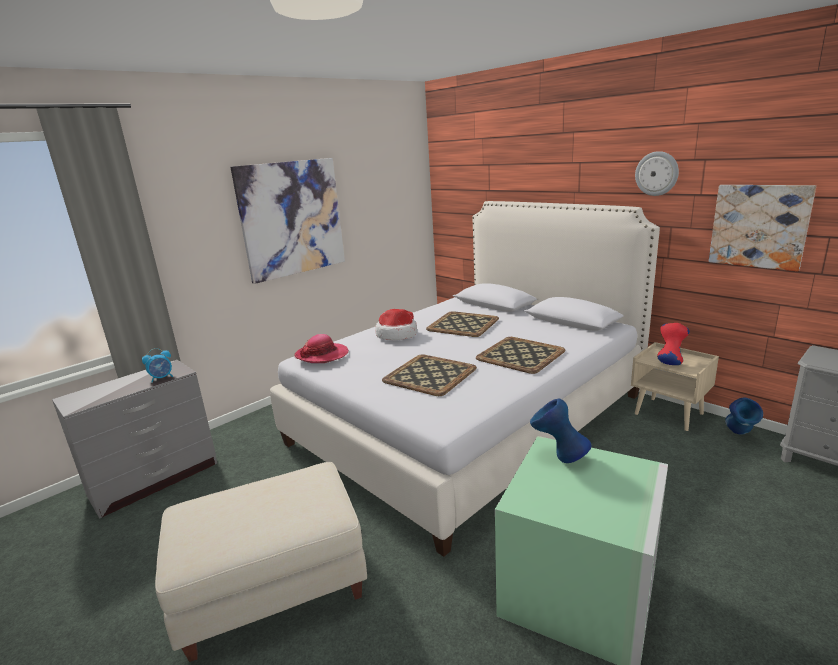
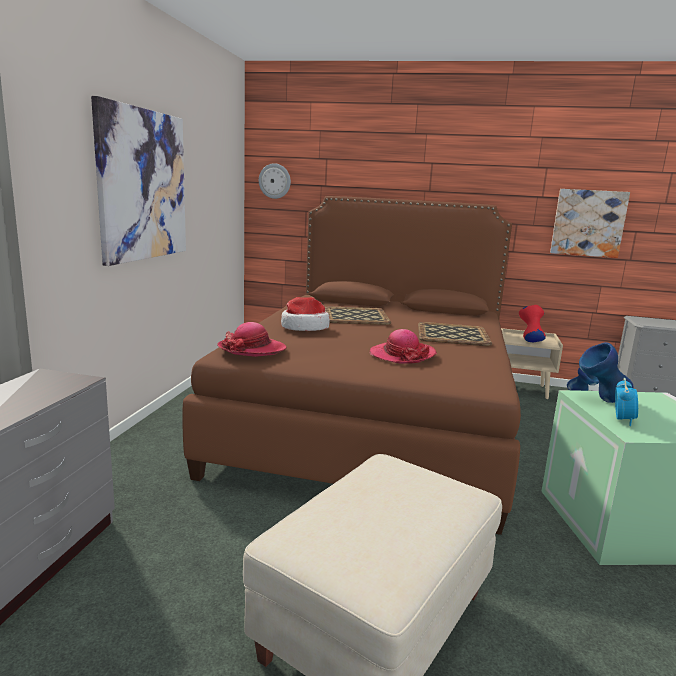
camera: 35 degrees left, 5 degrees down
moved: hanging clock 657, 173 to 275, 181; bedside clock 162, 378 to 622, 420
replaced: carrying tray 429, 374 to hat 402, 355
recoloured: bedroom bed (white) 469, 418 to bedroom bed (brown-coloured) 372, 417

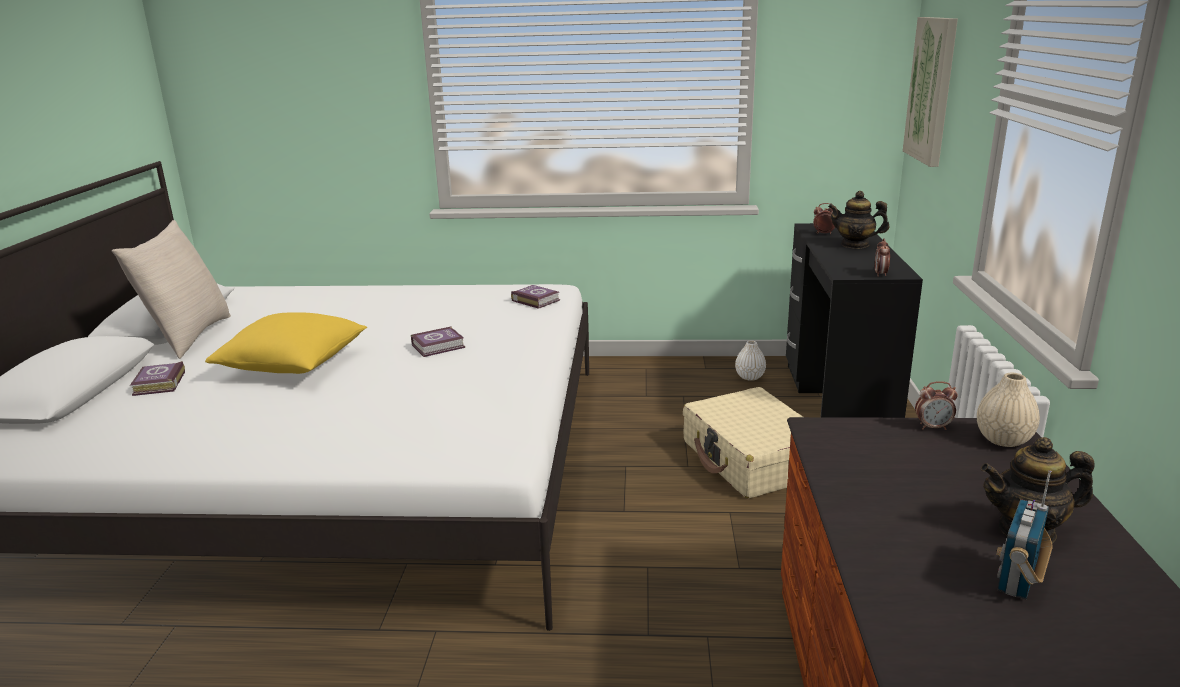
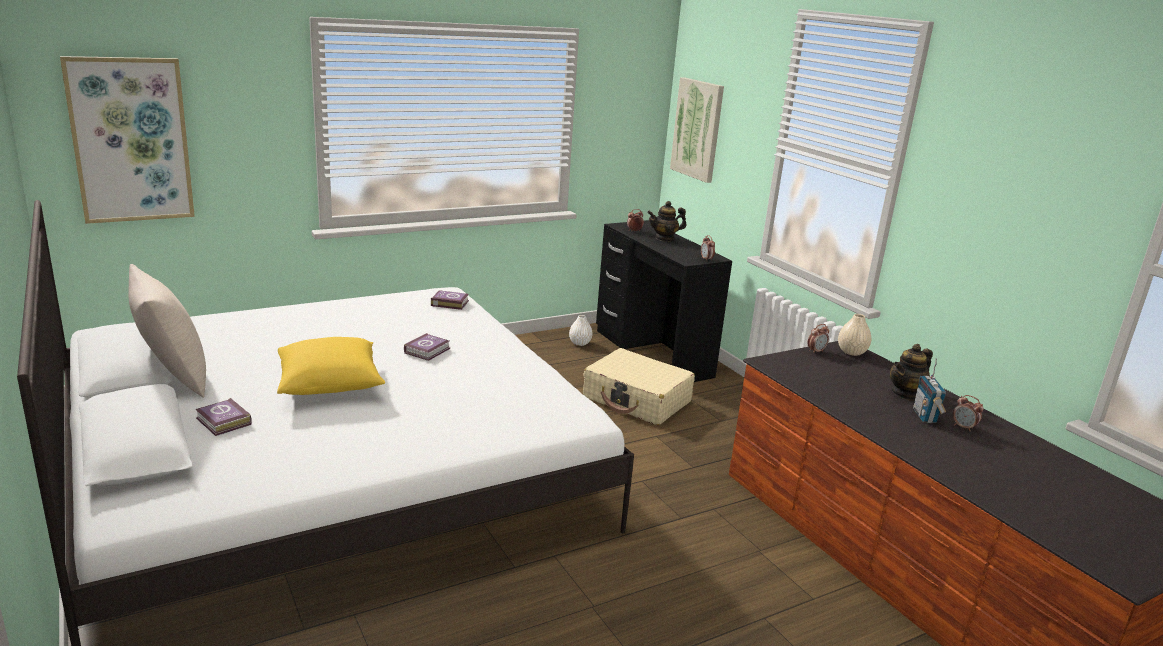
camera: 35 degrees left, 0 degrees up
added: wall art 131, 140; bedside clock 963, 427

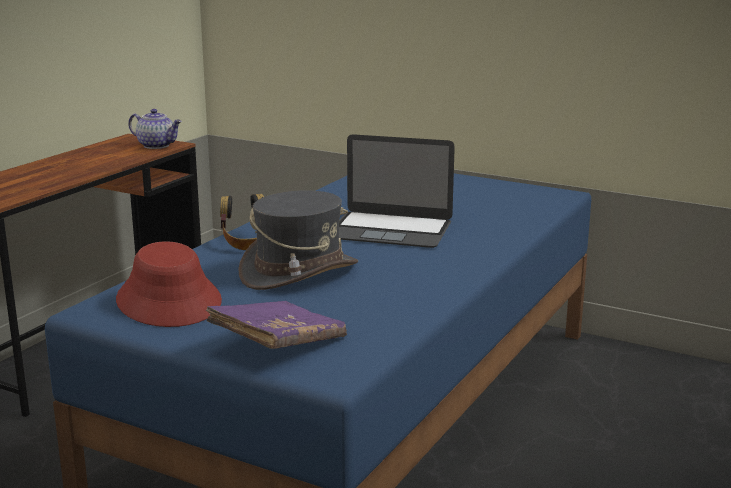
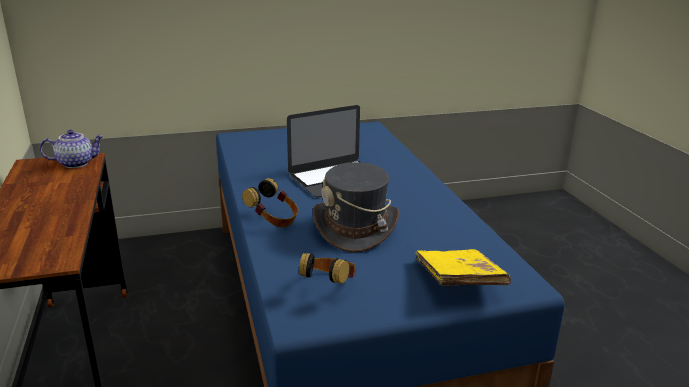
camera: 45 degrees left, 5 degrees up
replaced: hat (reddish) 169, 301 to pair of headphones 329, 286
recoloured: book (purplish) 278, 343 to book (yellow-coloured) 458, 282

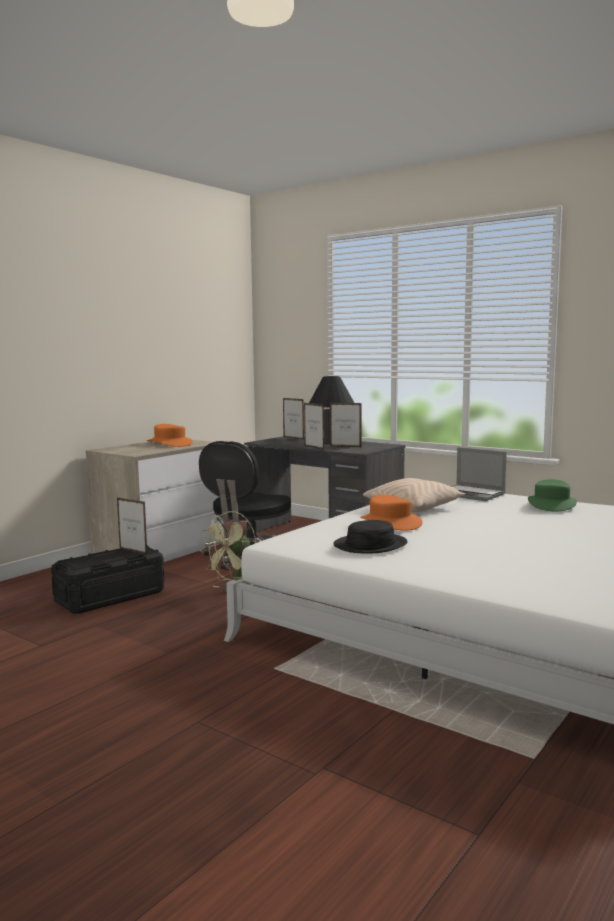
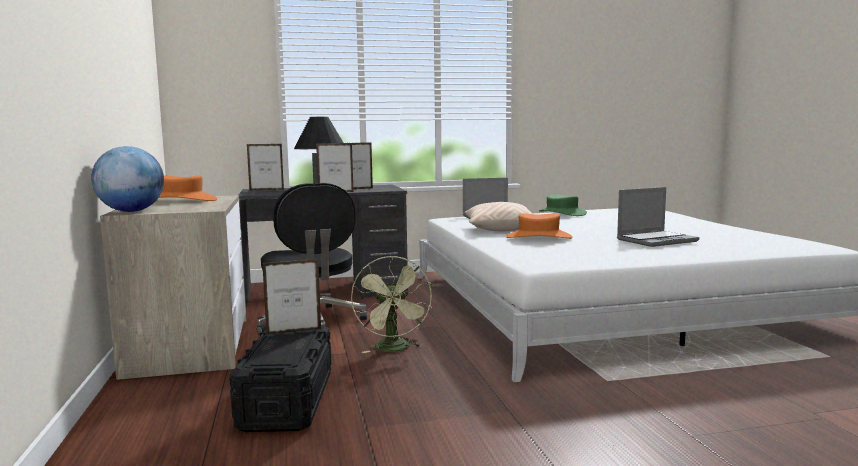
camera: 50 degrees left, 0 degrees up
removed: hat (black) 370, 545
added: globe 131, 211; laptop 656, 240

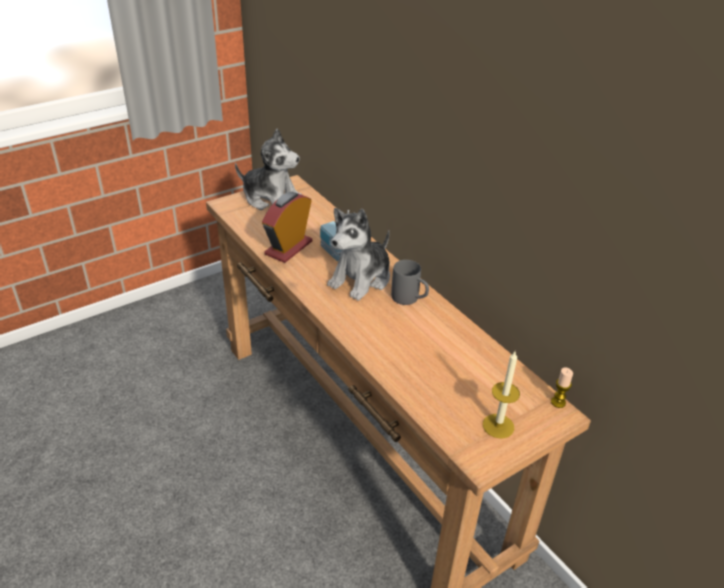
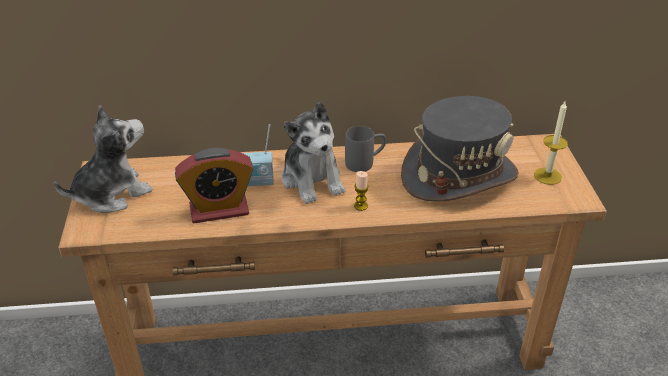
camera: 60 degrees left, 0 degrees up
added: hat (greyish) 458, 175
moved: wax candle 558, 402 to 360, 206
turned: bedside clock 288, 248 = 219, 210 75 degrees counterclockwise

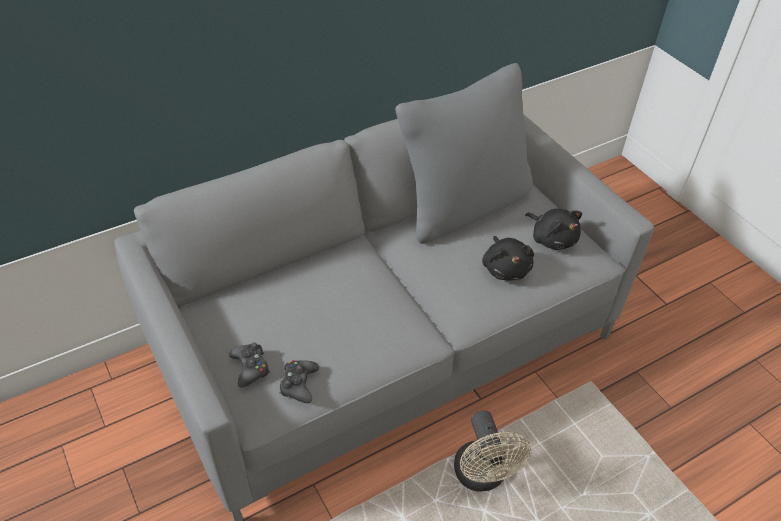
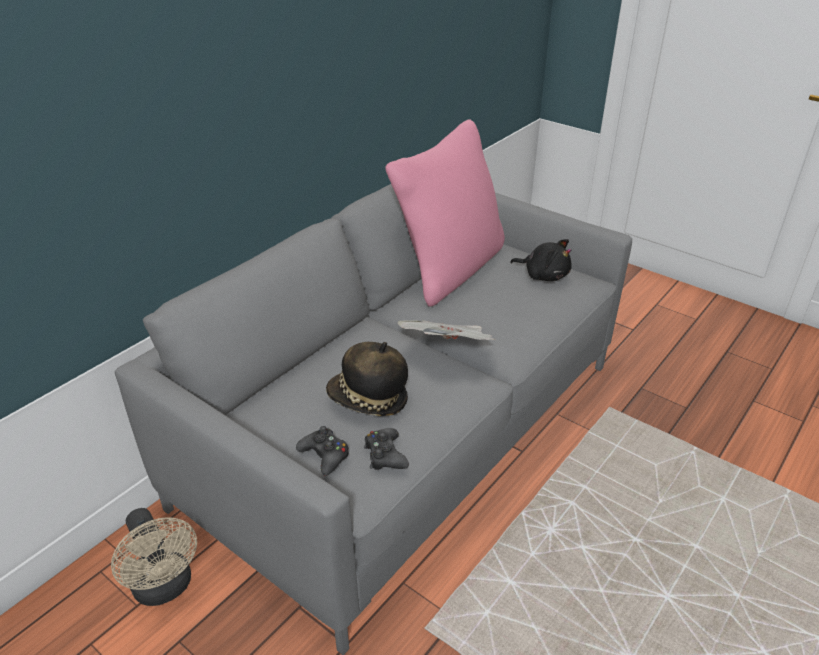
camera: 20 degrees left, 10 degrees down
removed: plush toy (black) 505, 268
added: daily paper 449, 350; hat 368, 400
moved: cooling fan (beige) 482, 477 to 165, 588
recoloured: cushion (greyish) 463, 206 to cushion (pink-coloured) 449, 269

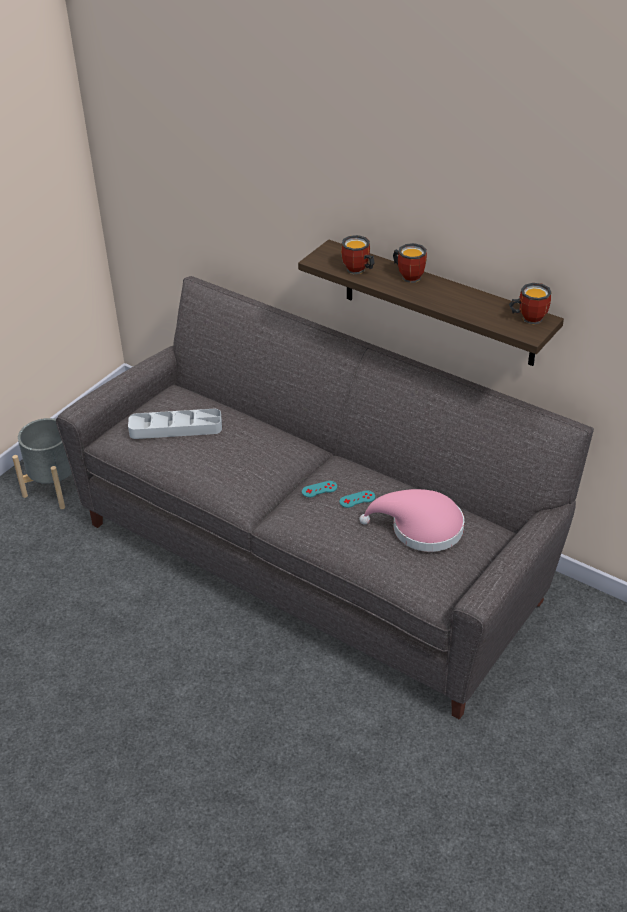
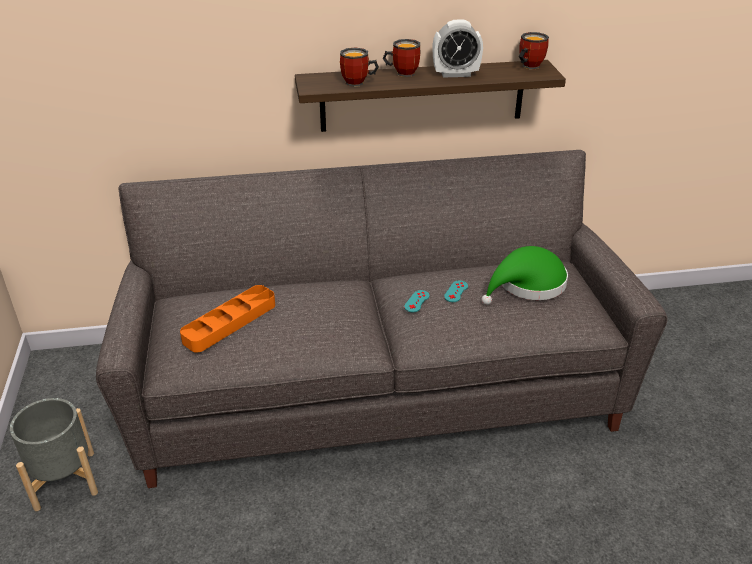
camera: 45 degrees left, 5 degrees down
added: bedside clock 455, 74
recoloured: carrying tray (greyish) 175, 428 to carrying tray (orange-coloured) 230, 322; hat (pink-coloured) 420, 528 to hat (green-coloured) 527, 285

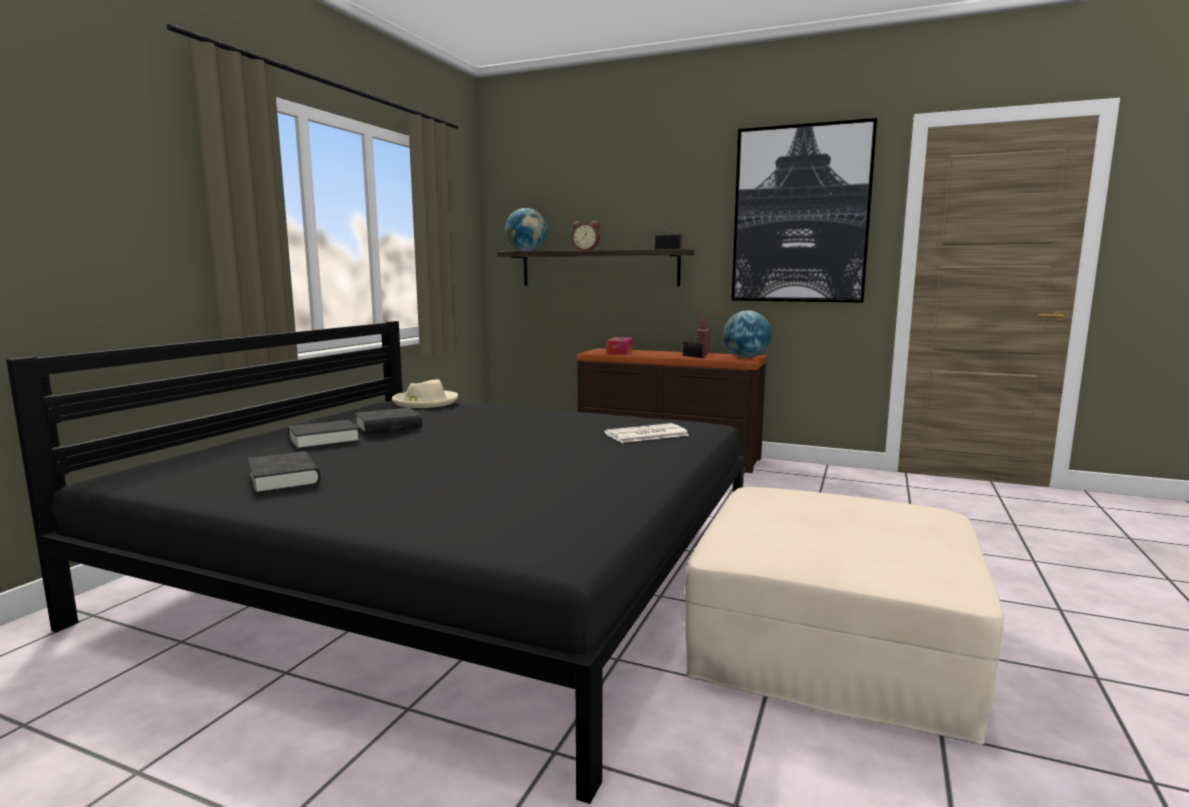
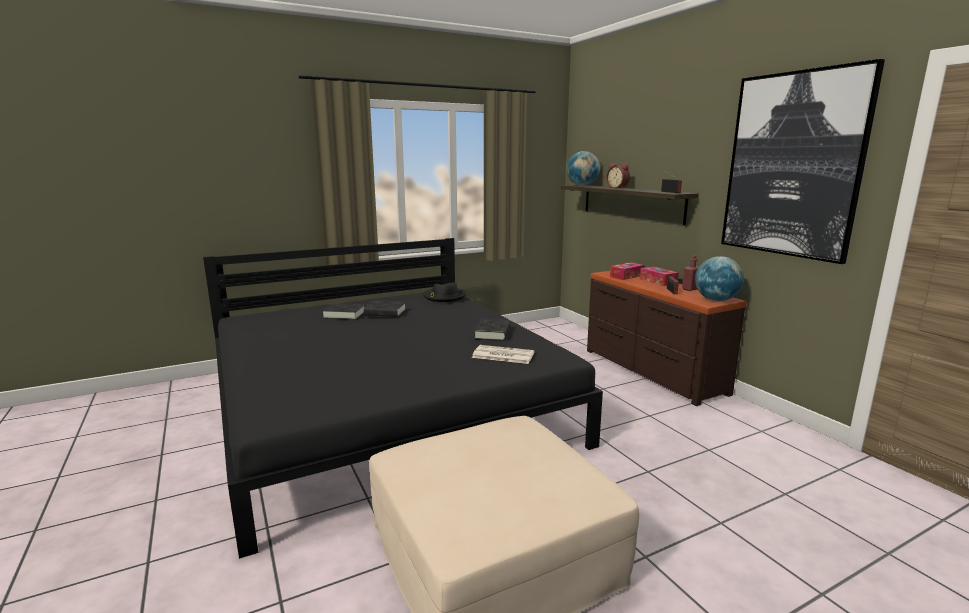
camera: 40 degrees right, 5 degrees up
added: box of tissues 658, 281
moved: book (black) 284, 479 to 492, 333
recoloured: hat (beige) 425, 402 to hat (black) 444, 297

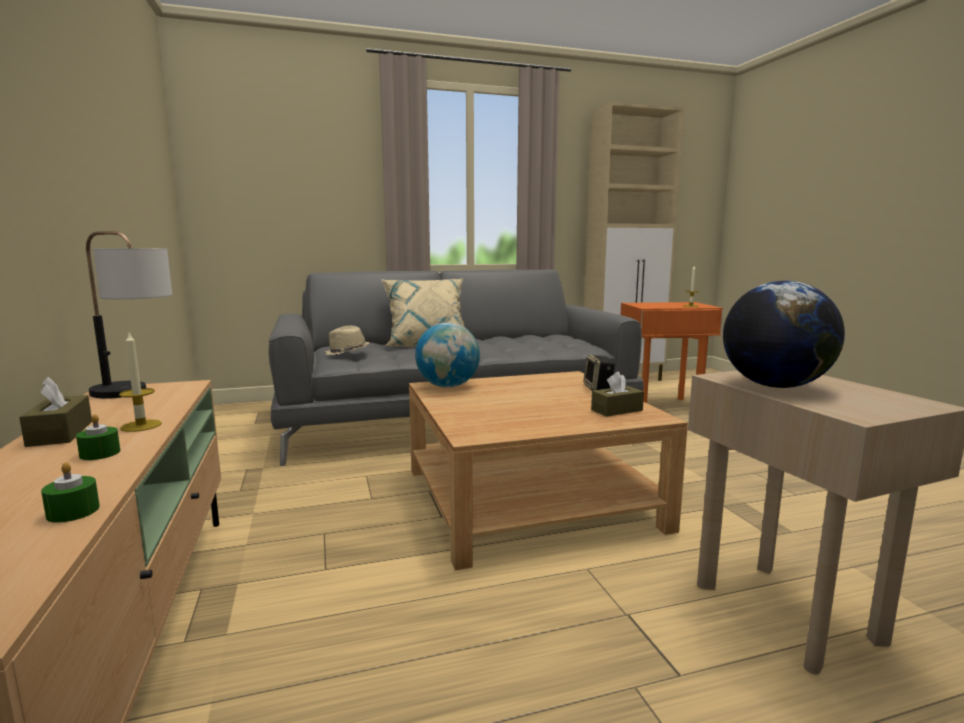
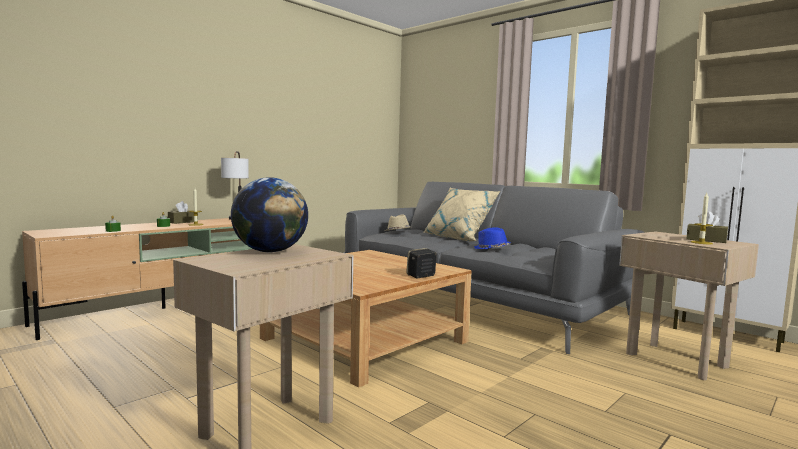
camera: 60 degrees right, 5 degrees down
removed: globe 448, 386
added: hat (blue-coloured) 491, 249
moved: box of tissues (brown-coloured) 616, 410 to 706, 240
recoloured: end table (orange-coloured) 663, 405 to end table (beige) 675, 360

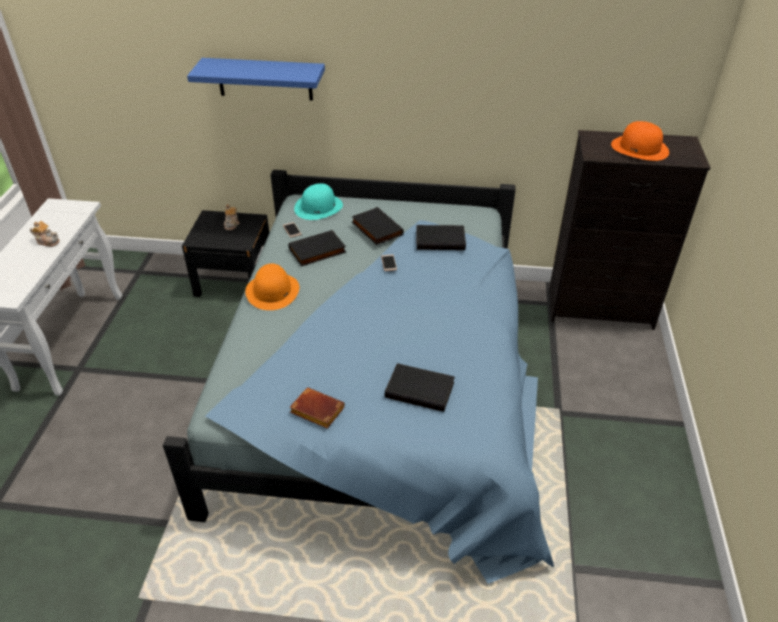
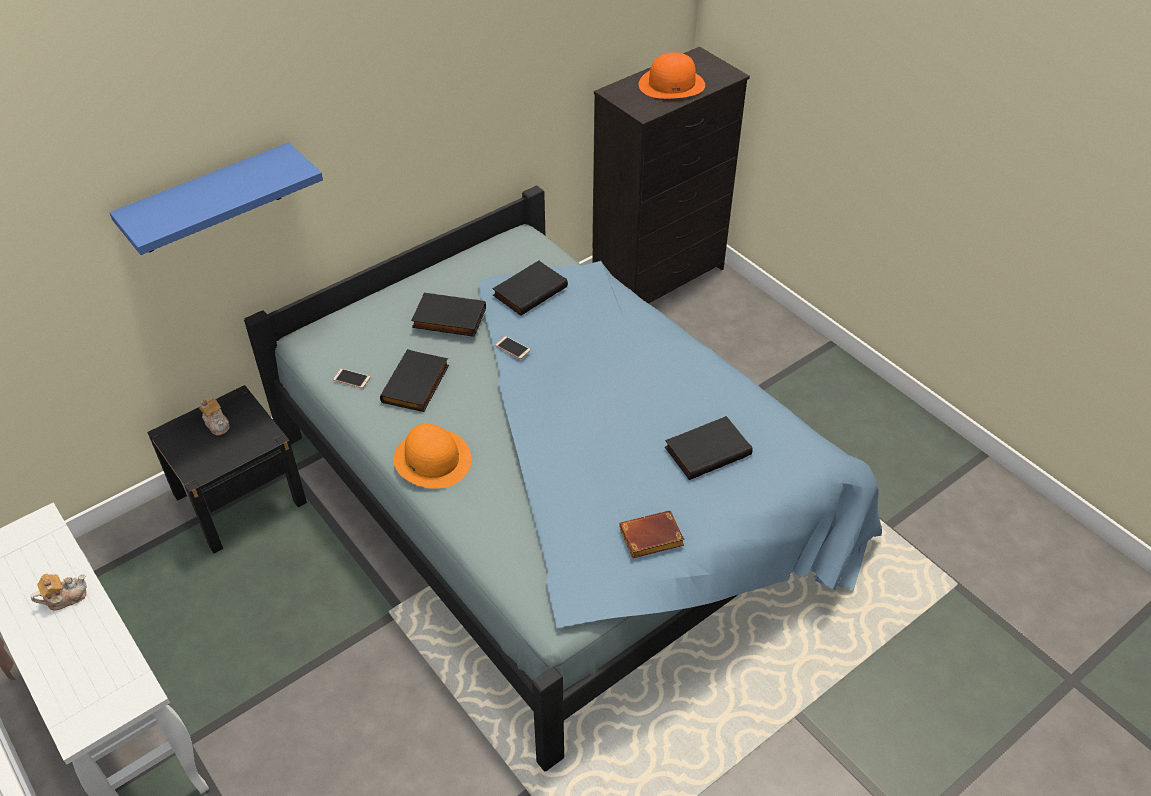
camera: 45 degrees left, 5 degrees up
removed: hat (turquoise-coloured) 318, 207

